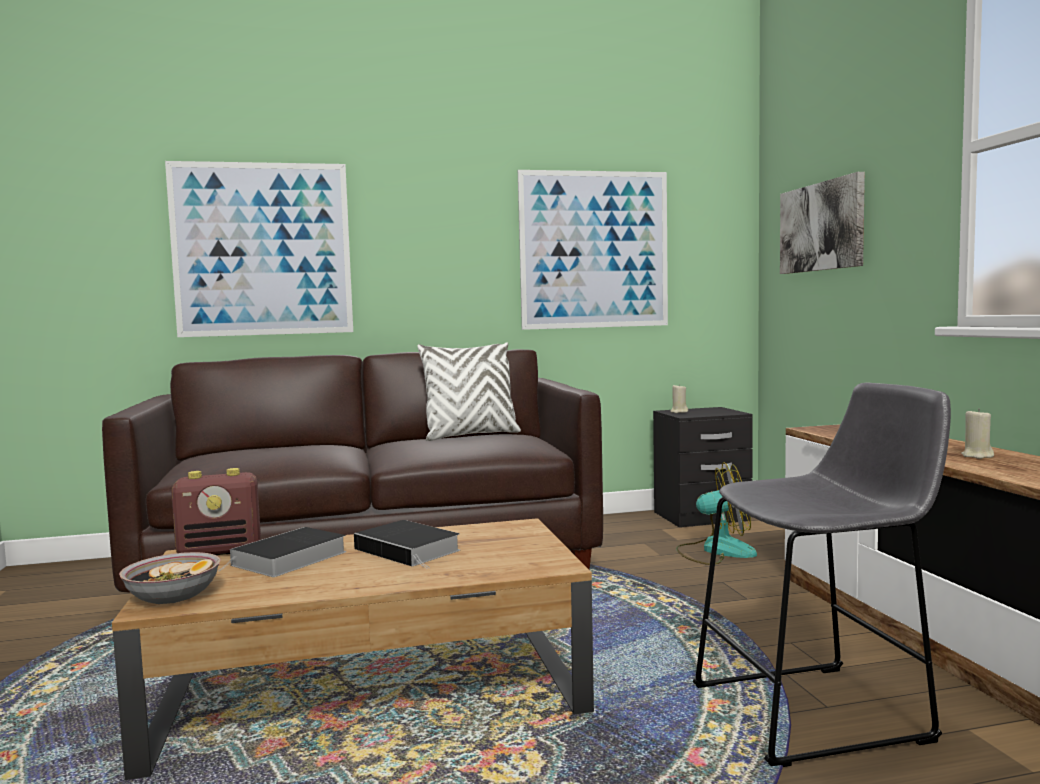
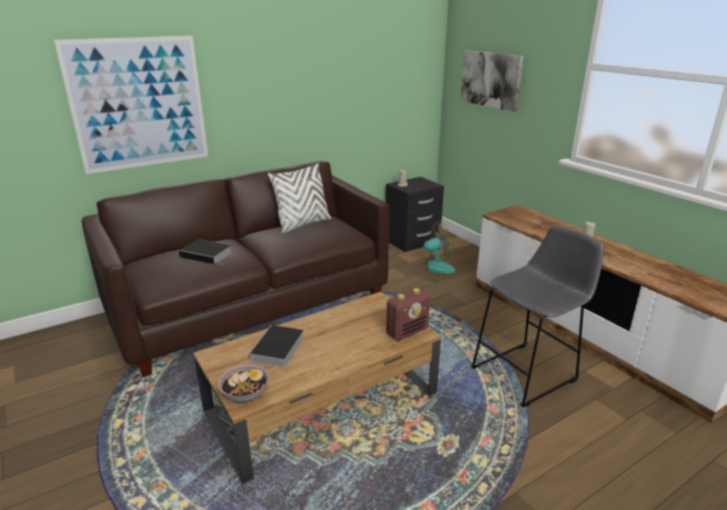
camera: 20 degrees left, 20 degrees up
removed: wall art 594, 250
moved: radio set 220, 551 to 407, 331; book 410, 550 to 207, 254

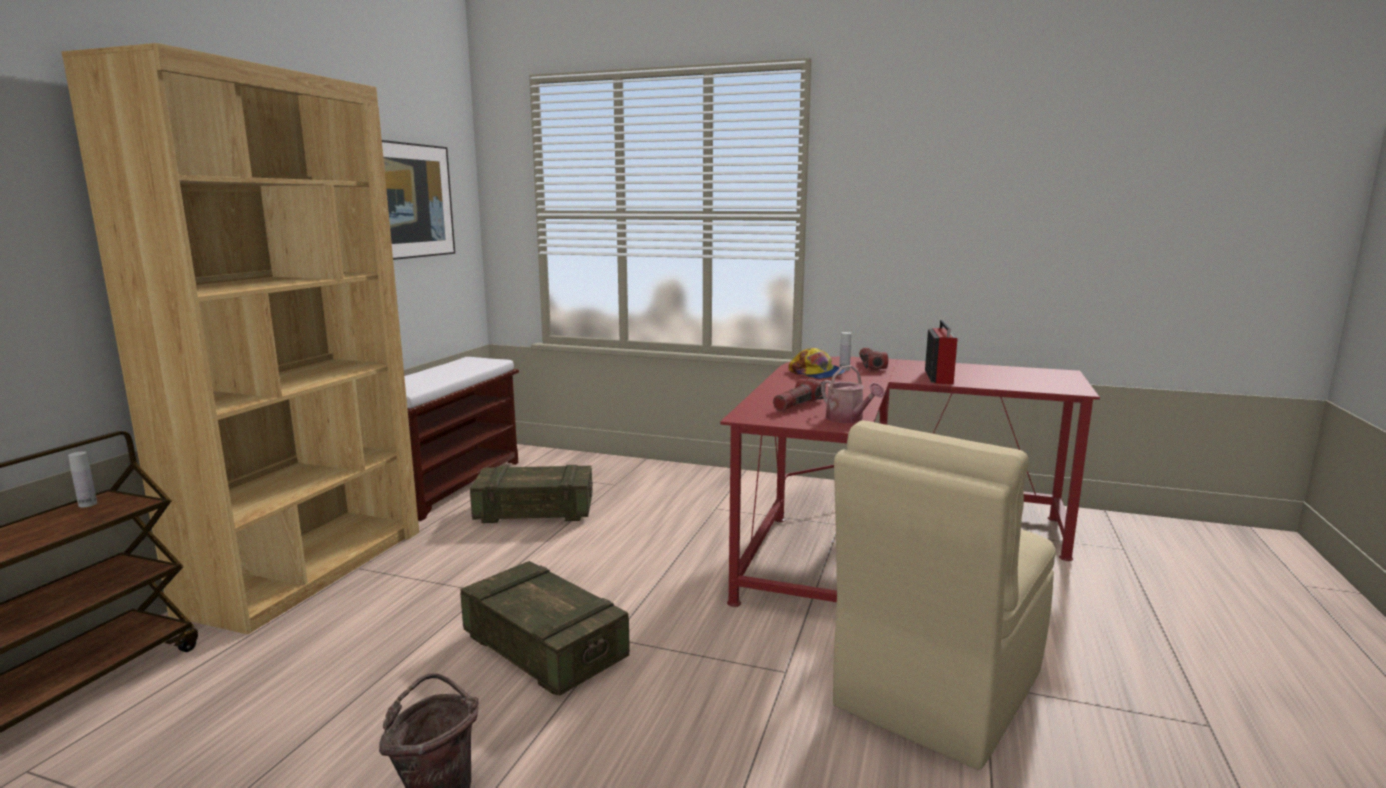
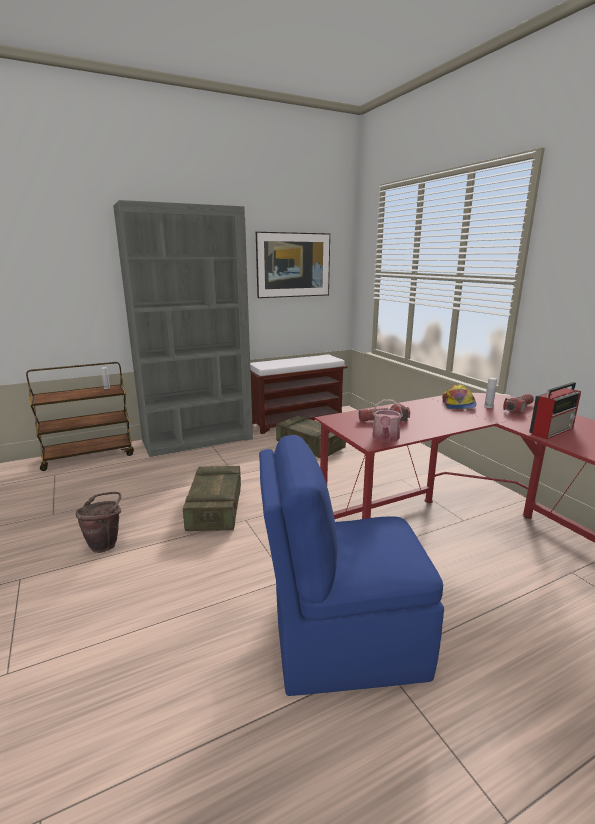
camera: 45 degrees right, 5 degrees up
recoloured: shelving unit (brown-coloured) 308, 569 to shelving unit (greyish) 198, 440; upright chair (beige) 935, 691 to upright chair (blue-coloured) 343, 642

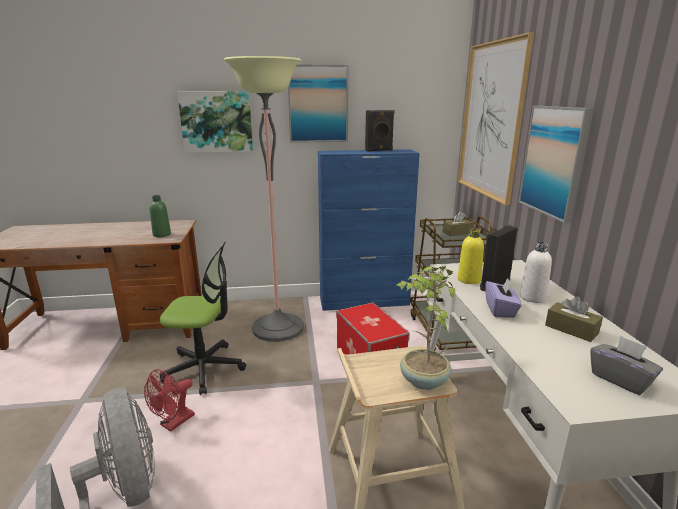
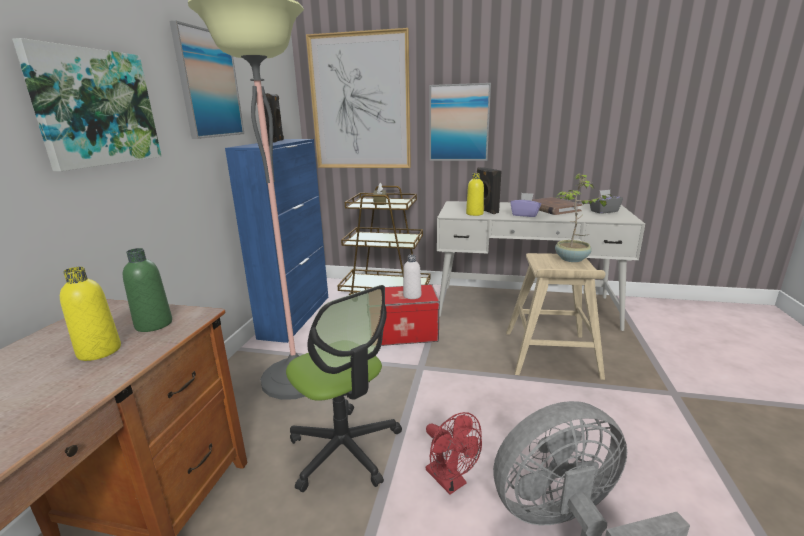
camera: 70 degrees left, 0 degrees up
added: drink bottle (yellow-coloured) 99, 351
moved: drink bottle (white) 532, 298 to 412, 295
replaced: box of tissues (brown-coloured) 571, 329 to book (brown-coloured) 552, 209
turned: office chair 204, 368 = 345, 449 120 degrees clockwise

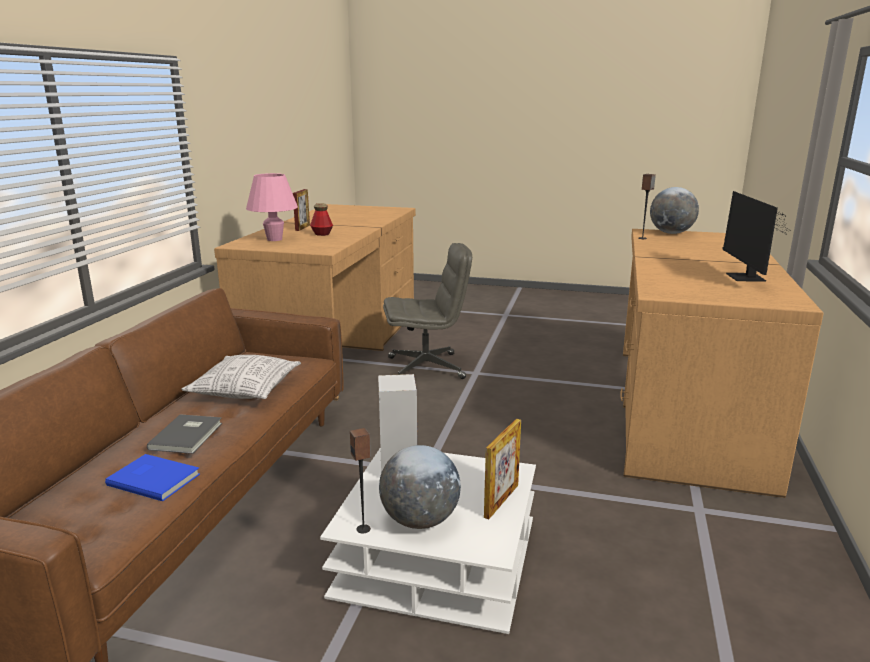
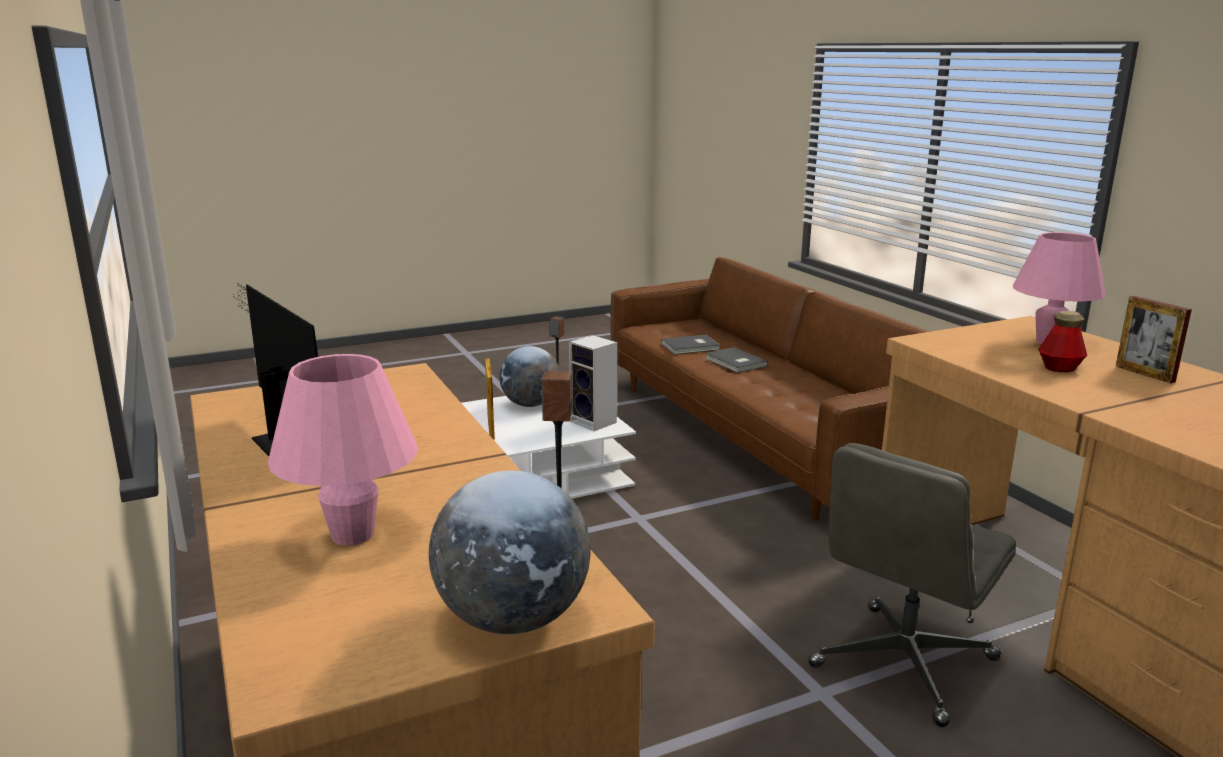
camera: 140 degrees right, 0 degrees up
removed: cushion 245, 390
added: lamp for a table (pink-coloured) 353, 535
recoloured: book (blue-coloured) 154, 478 to book (greyish) 691, 347

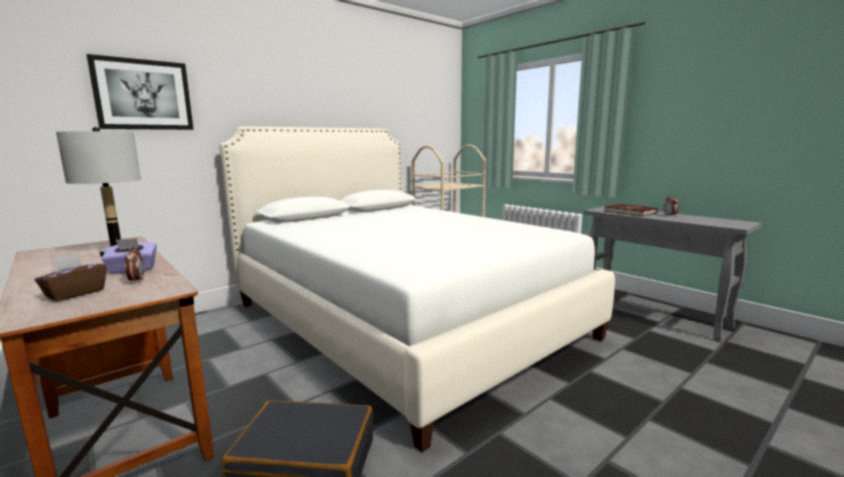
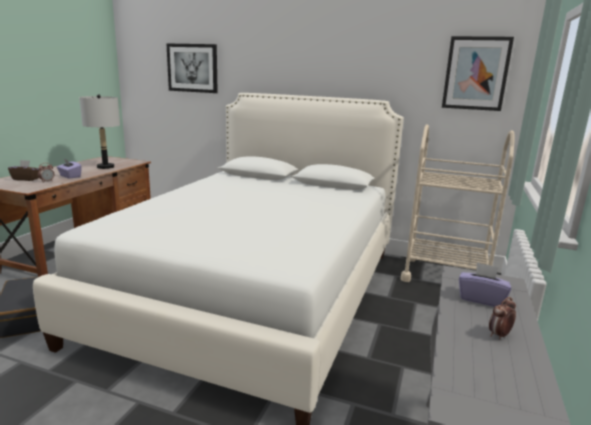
camera: 60 degrees right, 5 degrees up
added: wall art 476, 73
replaced: book (reddish) 630, 212 to box of tissues (purplish) 481, 299

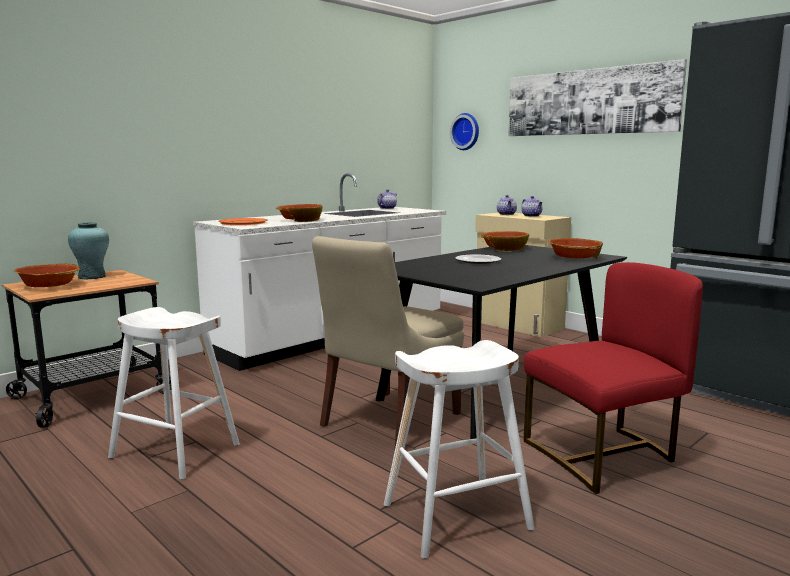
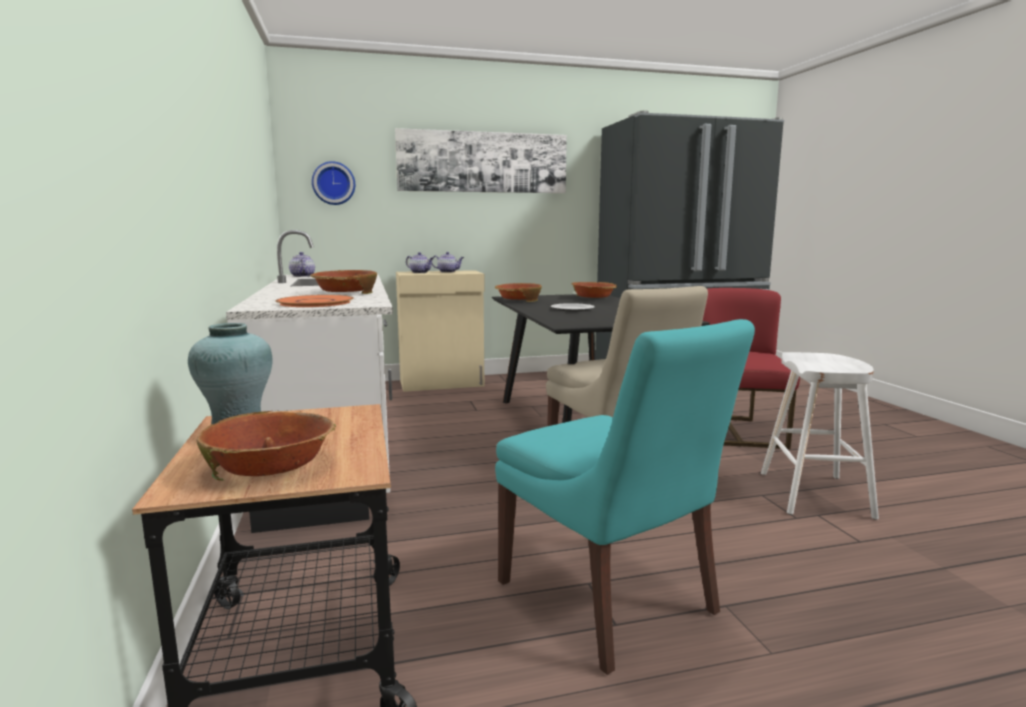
camera: 60 degrees left, 0 degrees up
replaced: sitting stool (white) 175, 451 to upright chair (turquoise-coloured) 610, 601

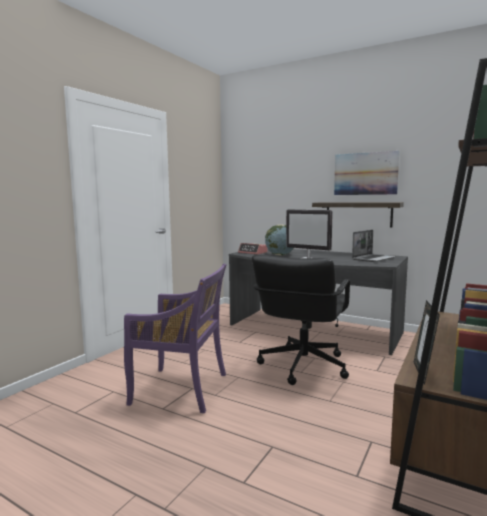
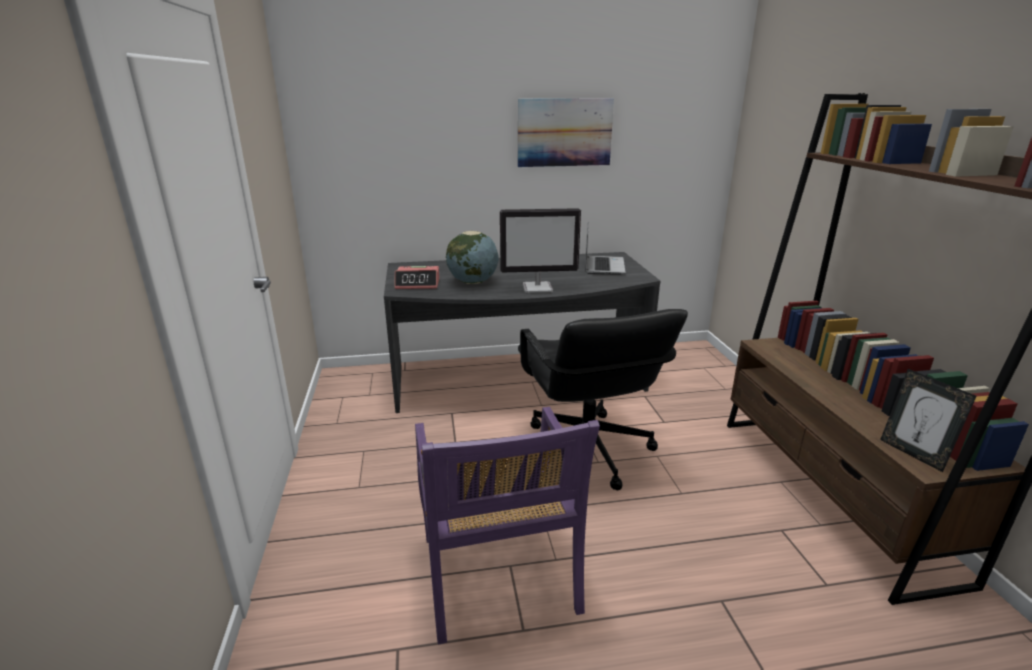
camera: 40 degrees left, 15 degrees up
removed: shelf 358, 214
turned: upright chair (purplish) 182, 389 = 499, 576 105 degrees clockwise

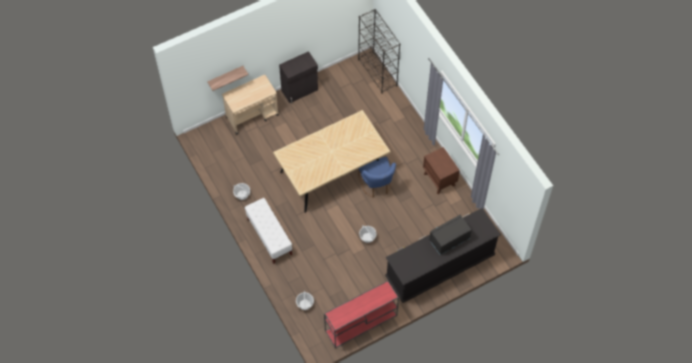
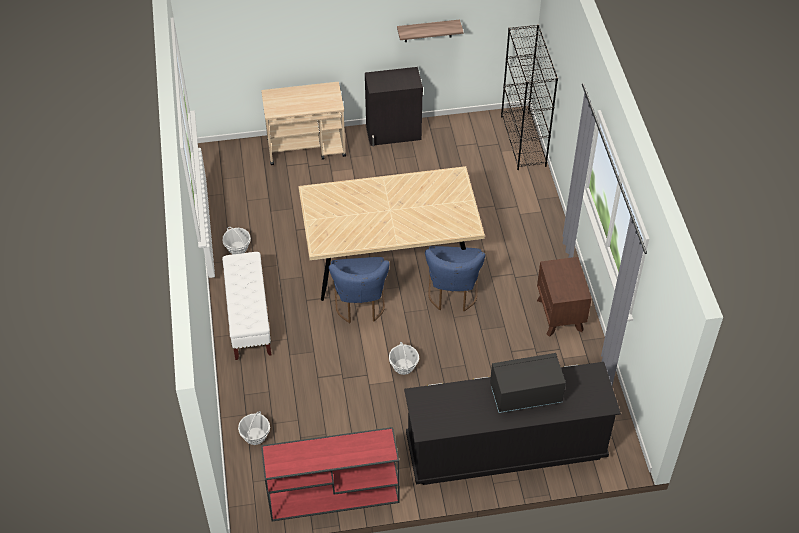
camera: 20 degrees right, 10 degrees down
added: upright chair (blue-coloured) 360, 305
moved: shelf 225, 77 to 428, 31

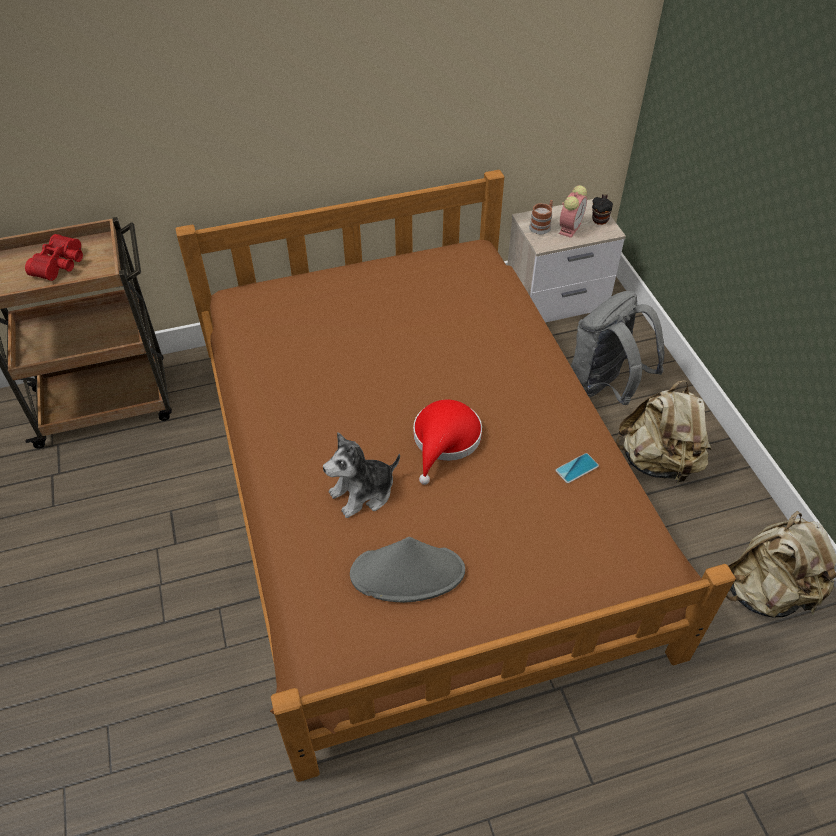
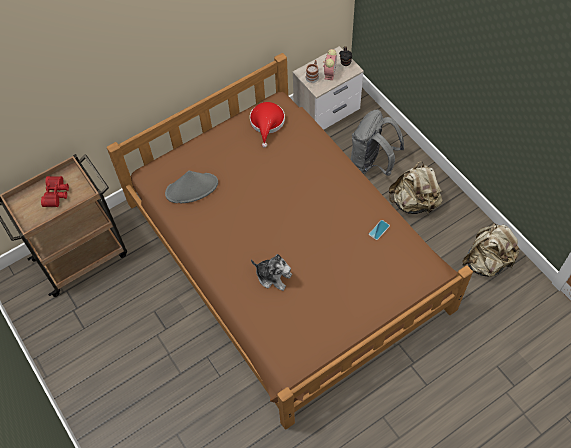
camera: 15 degrees left, 10 degrees up
moved: hat (reddish) 445, 441 to 267, 123; hat (greyish) 408, 573 to 192, 188
turned: plush toy 363, 493 = 273, 276 105 degrees counterclockwise

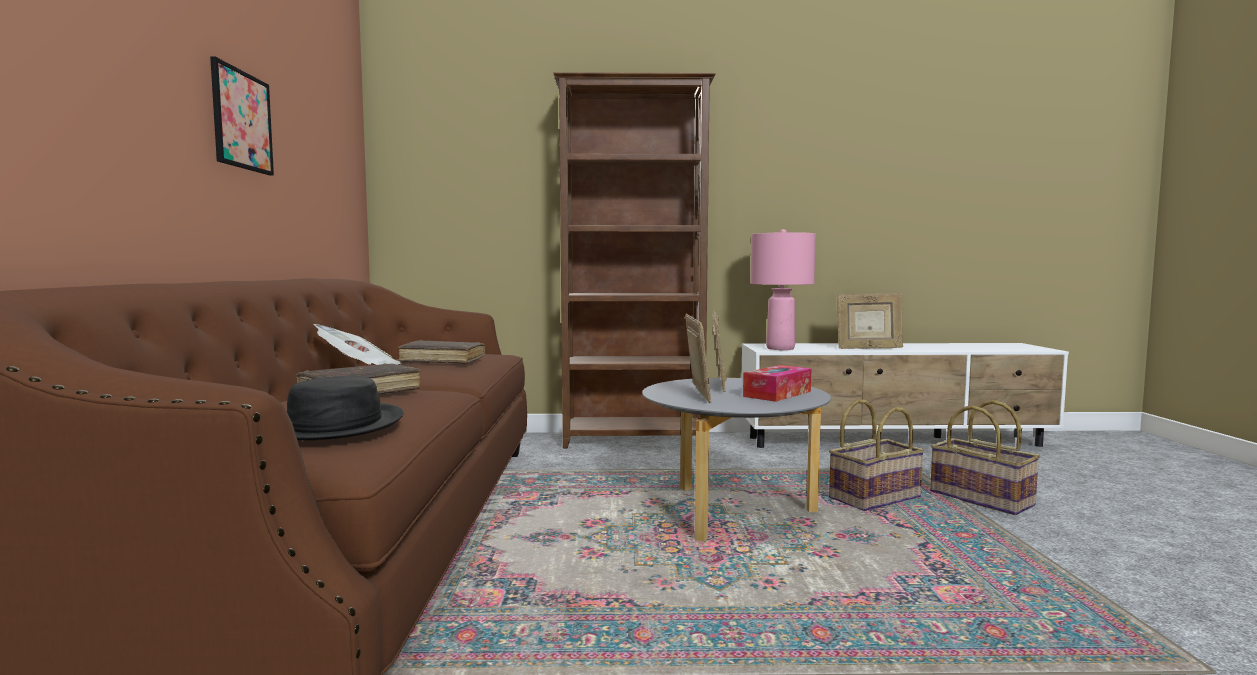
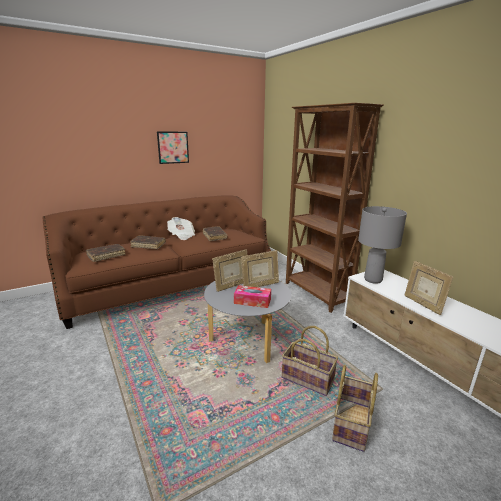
camera: 60 degrees right, 15 degrees up
replaced: hat (black) 334, 424 to book (brown-coloured) 106, 256
recoloured: lamp for a table (pink-coloured) 781, 348 to lamp for a table (greyish) 373, 280

